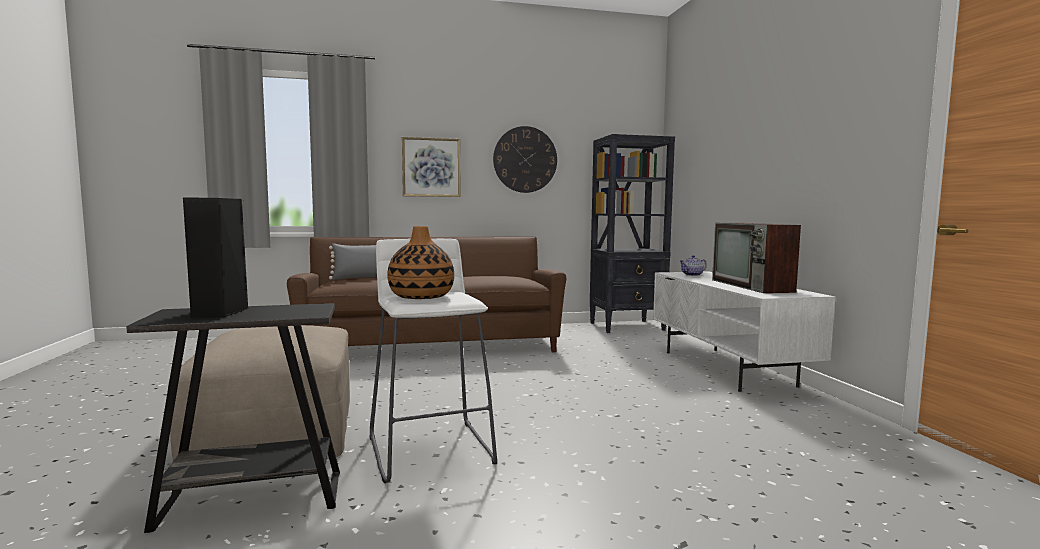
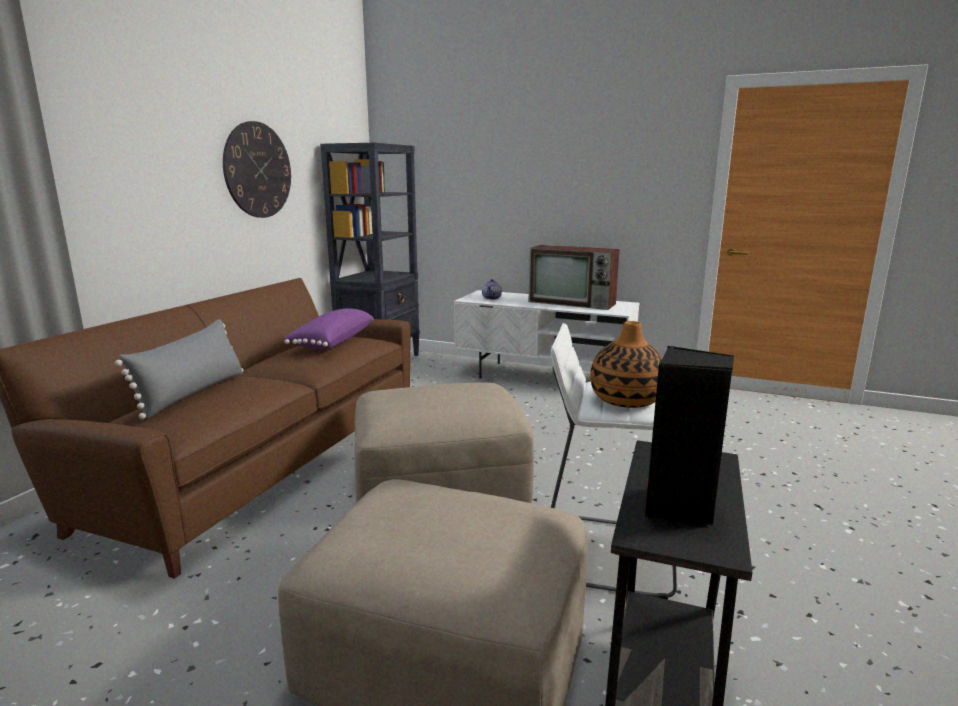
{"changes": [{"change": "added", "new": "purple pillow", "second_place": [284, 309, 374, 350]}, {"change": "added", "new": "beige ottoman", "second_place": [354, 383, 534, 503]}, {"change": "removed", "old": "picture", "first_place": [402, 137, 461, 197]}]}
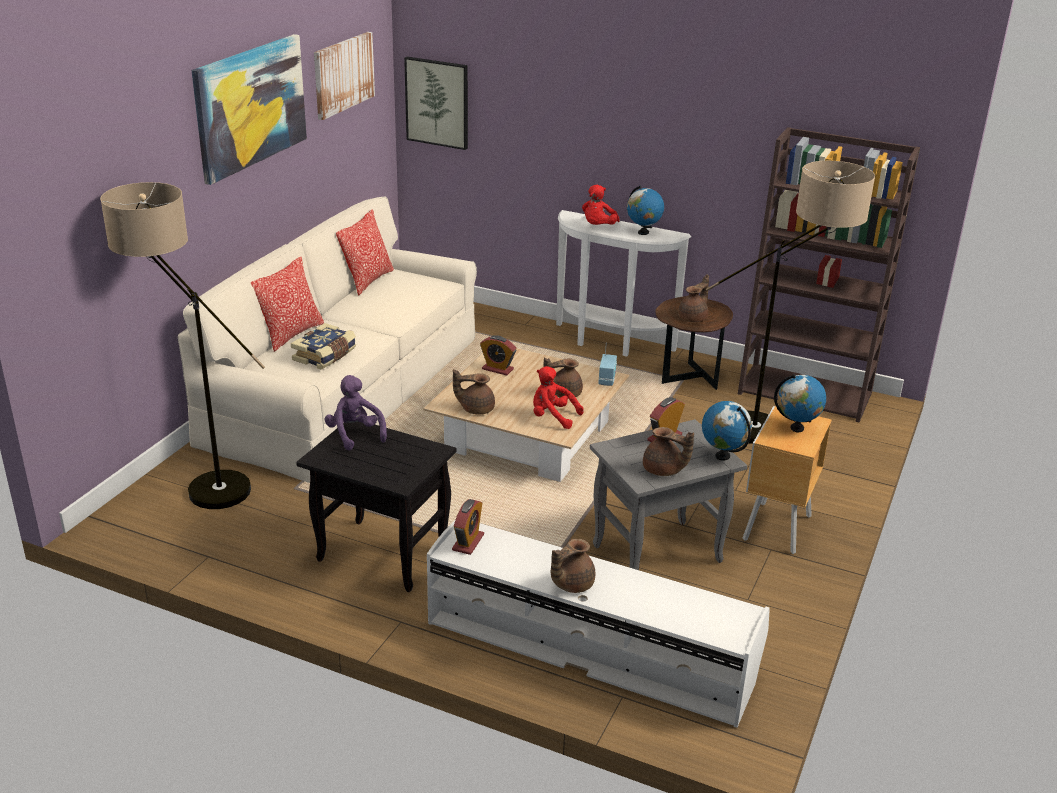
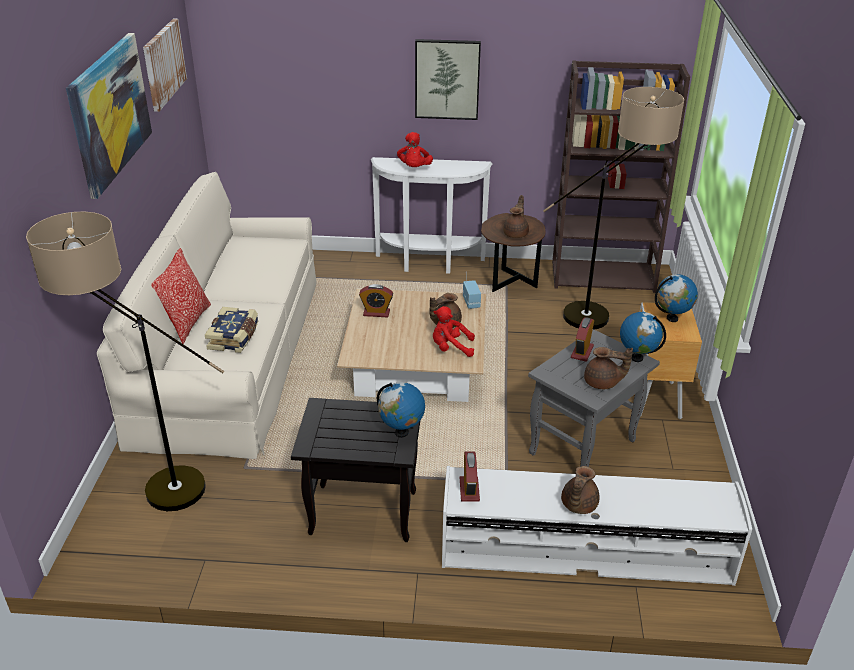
{"changes": [{"change": "moved", "old": "globe", "first_place": [627, 185, 664, 235], "second_place": [377, 382, 425, 438]}, {"change": "moved", "old": "picture", "first_place": [404, 57, 468, 150], "second_place": [415, 39, 481, 120]}, {"change": "removed", "old": "purple plush toy", "first_place": [324, 375, 387, 451]}, {"change": "removed", "old": "pillow", "first_place": [336, 209, 394, 296]}, {"change": "removed", "old": "brown teapot", "first_place": [453, 369, 495, 415]}]}
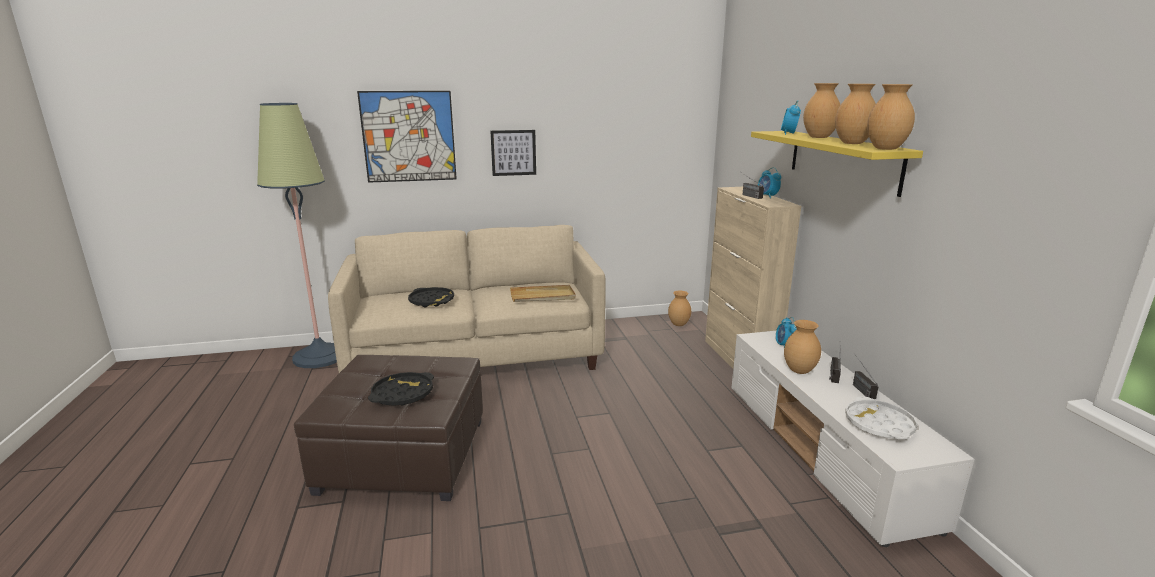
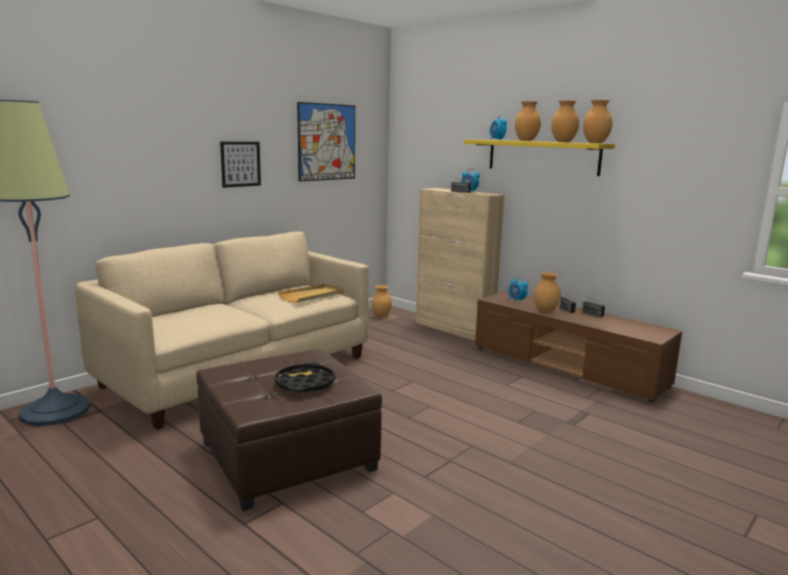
{"changes": [{"change": "moved", "old": "picture", "first_place": [357, 91, 457, 183], "second_place": [297, 102, 355, 181]}, {"change": "recoloured", "old": "white tv stand", "new": "brown tv stand", "first_place": [731, 331, 975, 547], "second_place": [475, 291, 682, 402]}, {"change": "removed", "old": "black tray", "first_place": [408, 287, 454, 307]}, {"change": "removed", "old": "white tray", "first_place": [845, 396, 918, 439]}]}
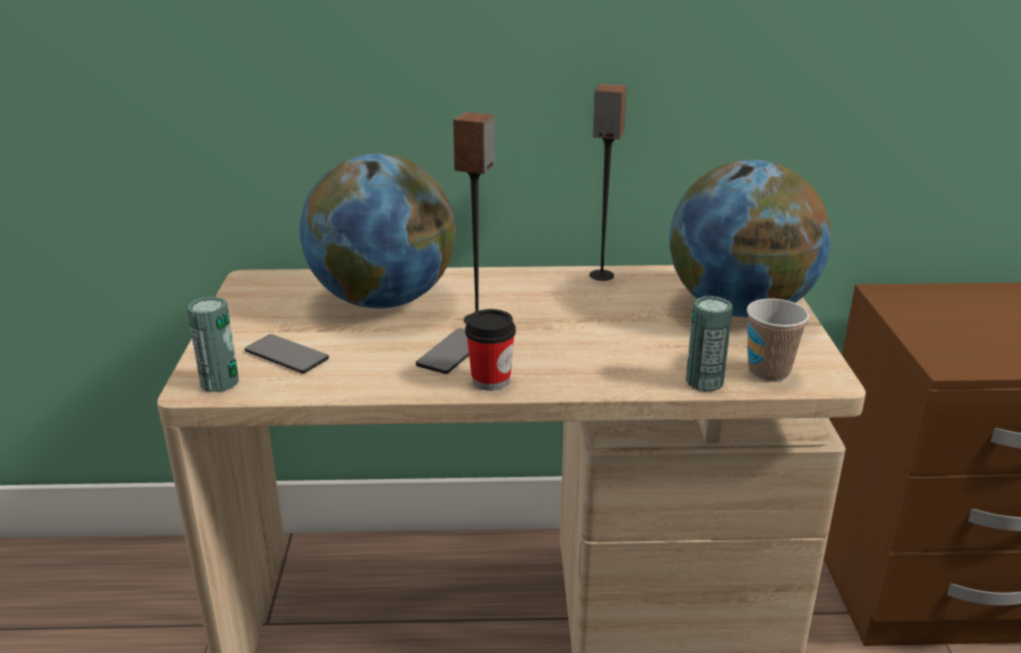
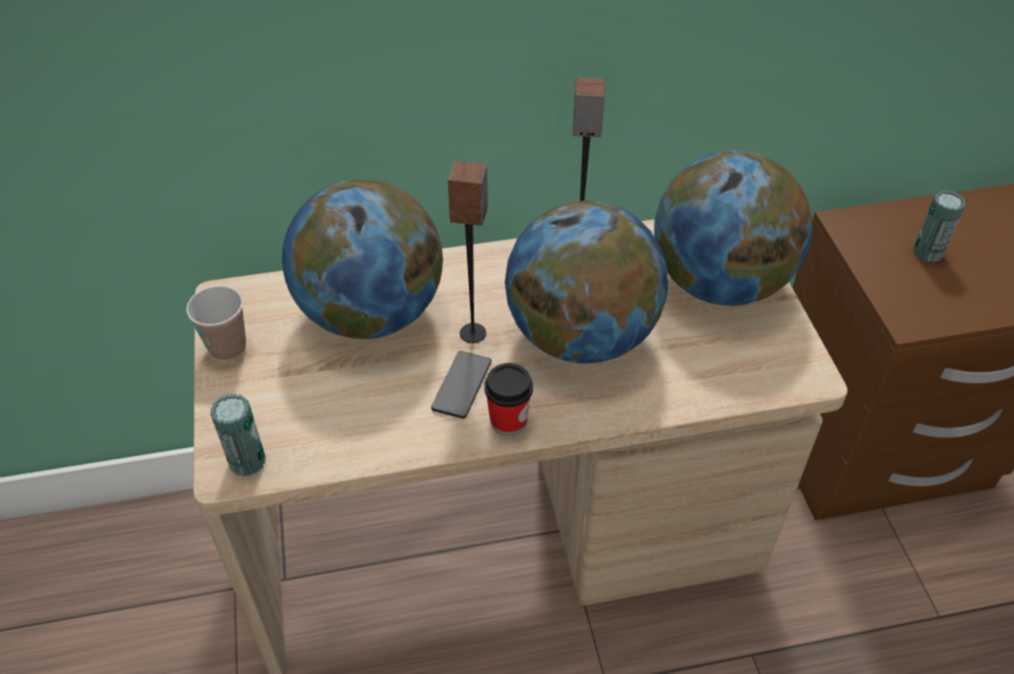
{"changes": [{"change": "moved", "old": "cup", "first_place": [747, 299, 809, 382], "second_place": [186, 286, 246, 361]}, {"change": "added", "new": "globe", "second_place": [505, 201, 668, 364]}, {"change": "moved", "old": "can", "first_place": [686, 296, 733, 392], "second_place": [913, 190, 966, 263]}, {"change": "removed", "old": "phone", "first_place": [245, 334, 329, 373]}]}
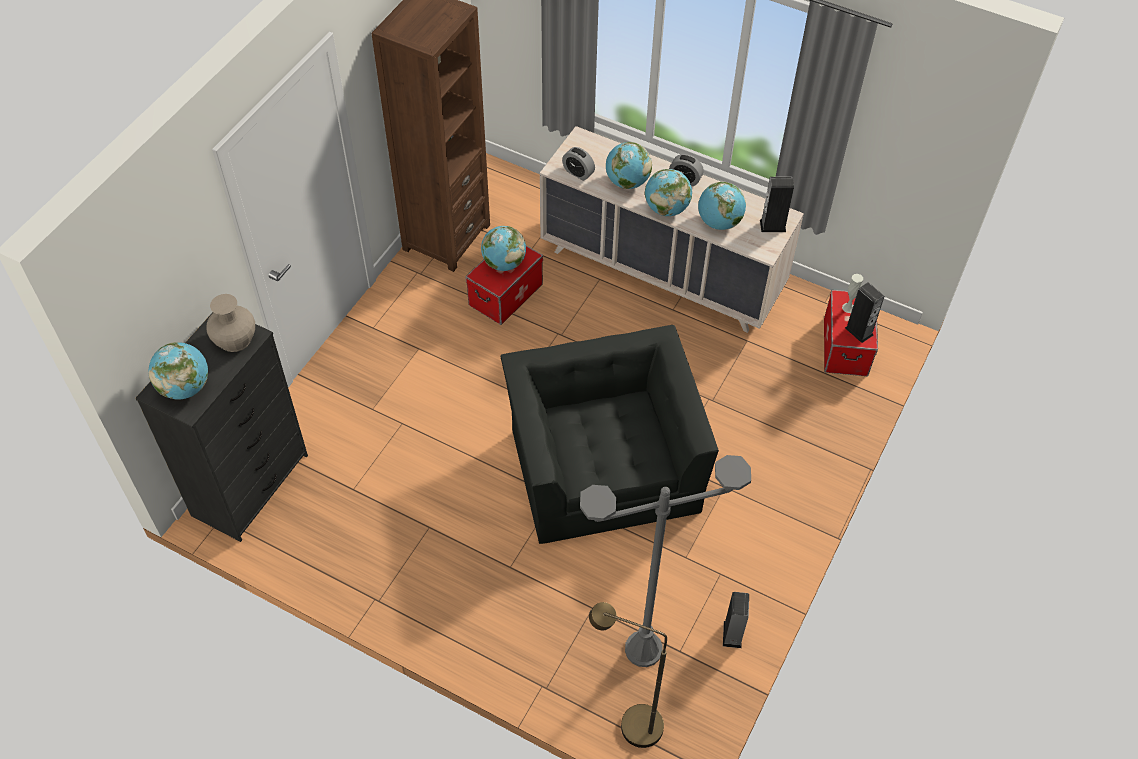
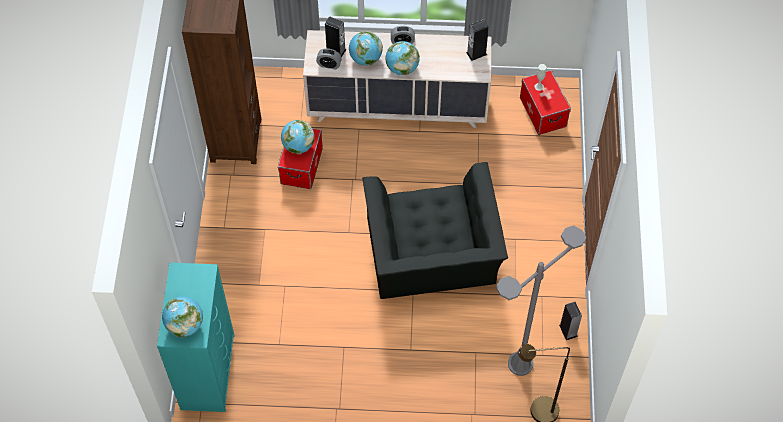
{"changes": [{"change": "recoloured", "old": "black dresser", "new": "turquoise dresser", "first_place": [135, 312, 308, 542], "second_place": [157, 263, 235, 412]}, {"change": "moved", "old": "speaker", "first_place": [845, 282, 885, 343], "second_place": [325, 16, 346, 57]}, {"change": "turned", "old": "black armchair", "first_place": [501, 325, 719, 544], "second_place": [362, 162, 508, 299], "degrees": -150}, {"change": "removed", "old": "beige vase", "first_place": [207, 294, 255, 352]}, {"change": "removed", "old": "globe", "first_place": [698, 182, 746, 230]}]}
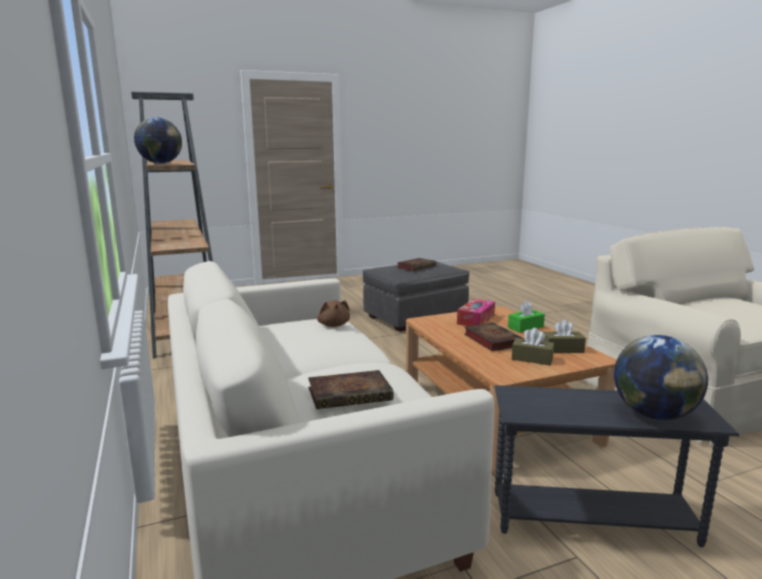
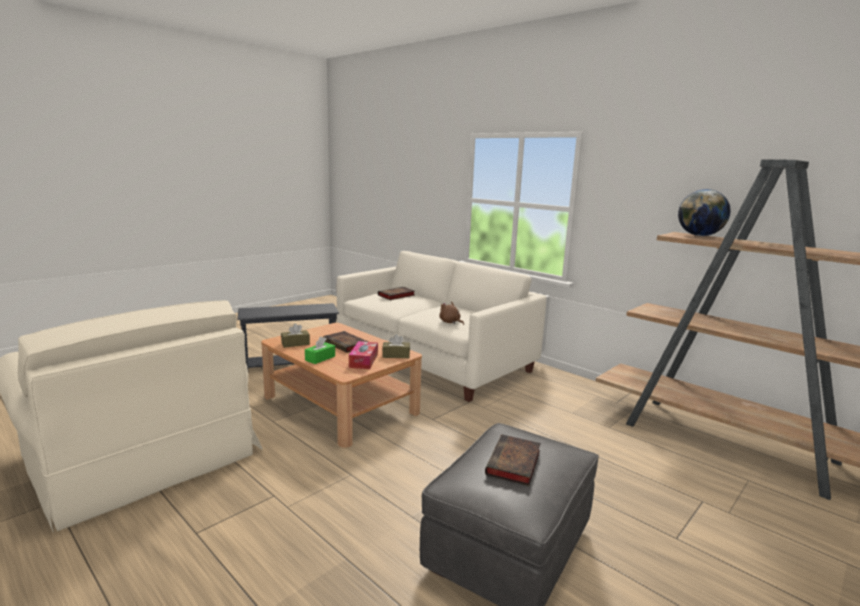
{"changes": [{"change": "moved", "old": "brown tissue box", "first_place": [512, 328, 554, 365], "second_place": [382, 334, 410, 358]}, {"change": "removed", "old": "globe", "first_place": [614, 335, 708, 420]}]}
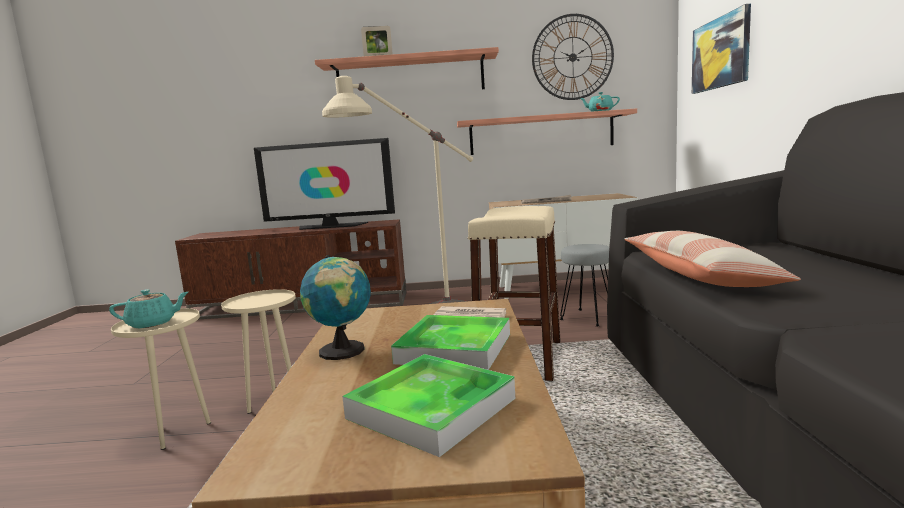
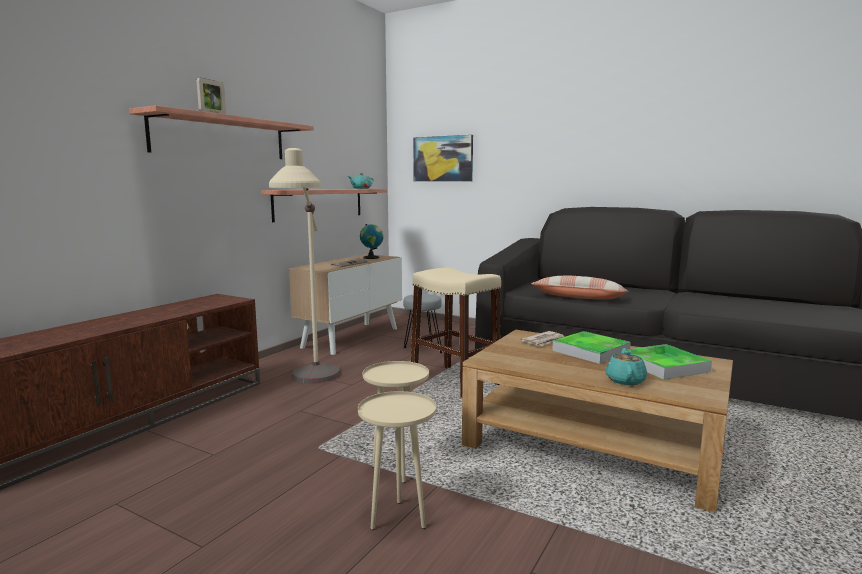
{"changes": [{"change": "moved", "old": "globe", "first_place": [300, 255, 371, 360], "second_place": [360, 224, 384, 259]}, {"change": "moved", "old": "turquoise teapot", "first_place": [109, 289, 188, 329], "second_place": [606, 348, 647, 385]}, {"change": "removed", "old": "television", "first_place": [254, 138, 395, 230]}, {"change": "removed", "old": "wall clock", "first_place": [532, 14, 614, 100]}]}
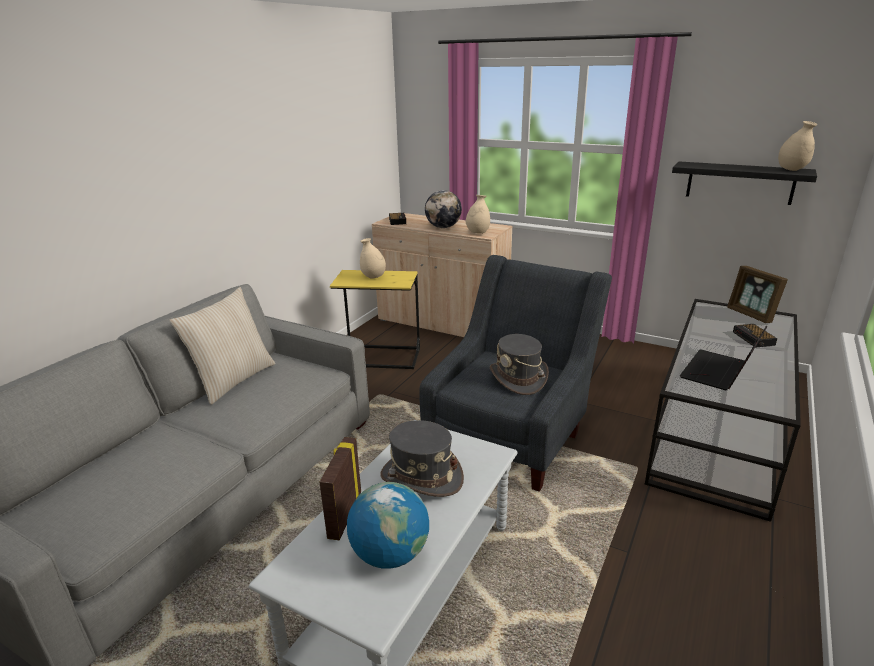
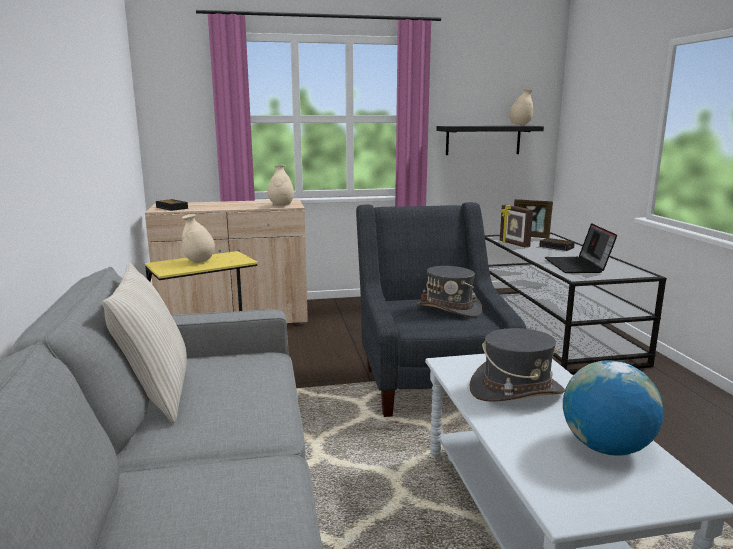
{"changes": [{"change": "moved", "old": "picture frame", "first_place": [319, 437, 361, 540], "second_place": [500, 205, 533, 248]}, {"change": "removed", "old": "globe", "first_place": [425, 190, 462, 228]}]}
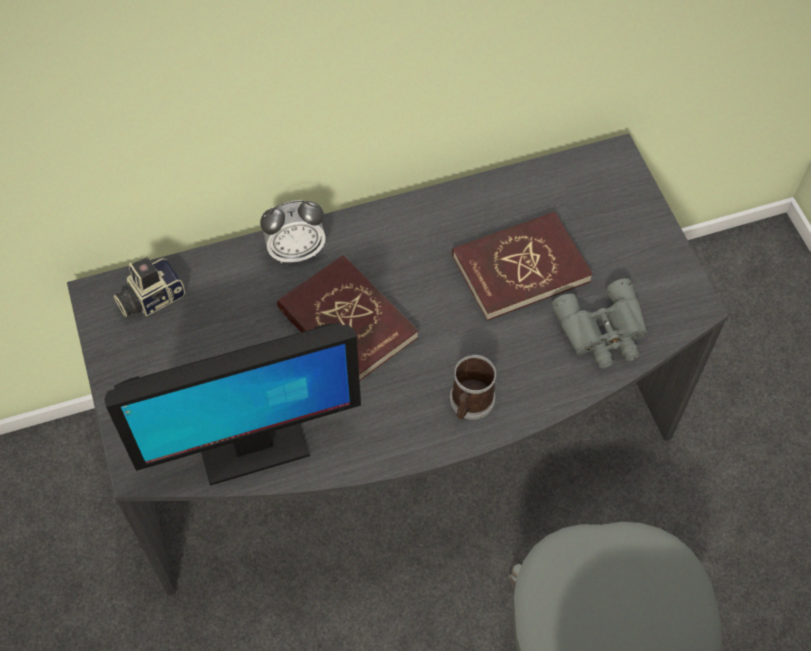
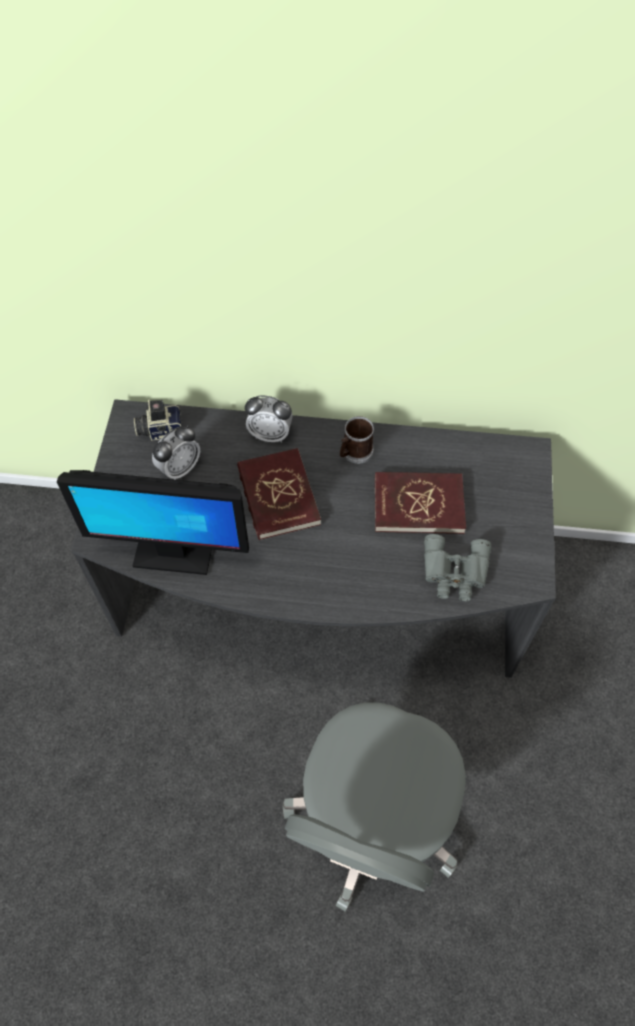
{"changes": [{"change": "added", "new": "alarm clock", "second_place": [152, 426, 200, 480]}, {"change": "moved", "old": "mug", "first_place": [450, 355, 496, 420], "second_place": [339, 416, 374, 464]}]}
